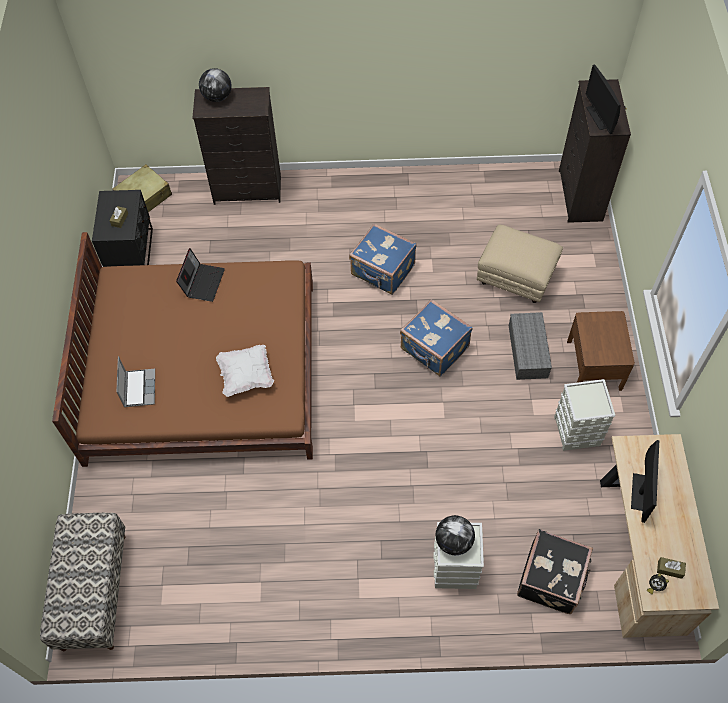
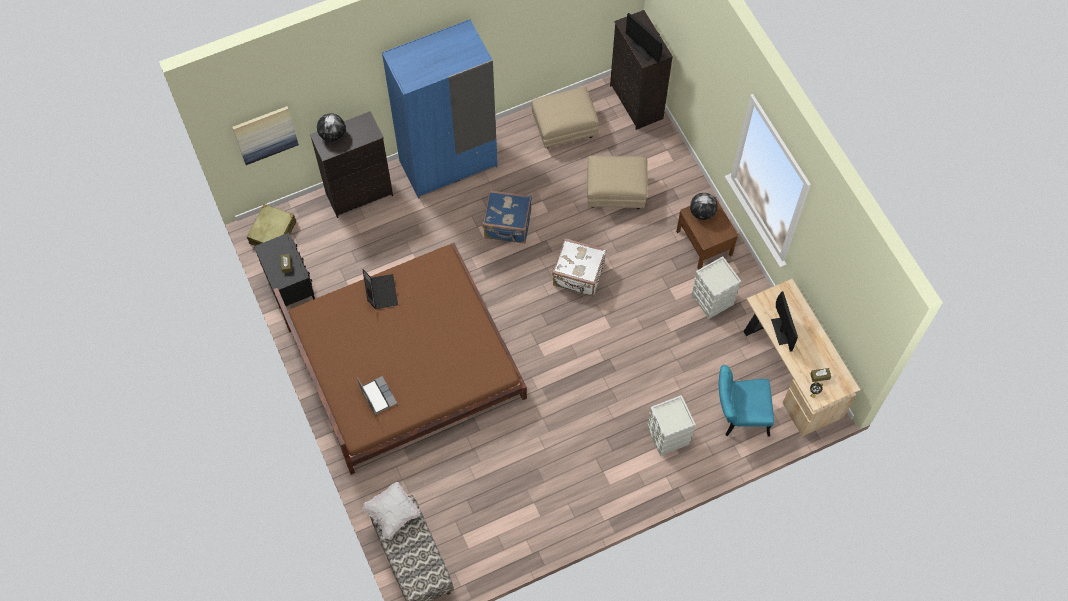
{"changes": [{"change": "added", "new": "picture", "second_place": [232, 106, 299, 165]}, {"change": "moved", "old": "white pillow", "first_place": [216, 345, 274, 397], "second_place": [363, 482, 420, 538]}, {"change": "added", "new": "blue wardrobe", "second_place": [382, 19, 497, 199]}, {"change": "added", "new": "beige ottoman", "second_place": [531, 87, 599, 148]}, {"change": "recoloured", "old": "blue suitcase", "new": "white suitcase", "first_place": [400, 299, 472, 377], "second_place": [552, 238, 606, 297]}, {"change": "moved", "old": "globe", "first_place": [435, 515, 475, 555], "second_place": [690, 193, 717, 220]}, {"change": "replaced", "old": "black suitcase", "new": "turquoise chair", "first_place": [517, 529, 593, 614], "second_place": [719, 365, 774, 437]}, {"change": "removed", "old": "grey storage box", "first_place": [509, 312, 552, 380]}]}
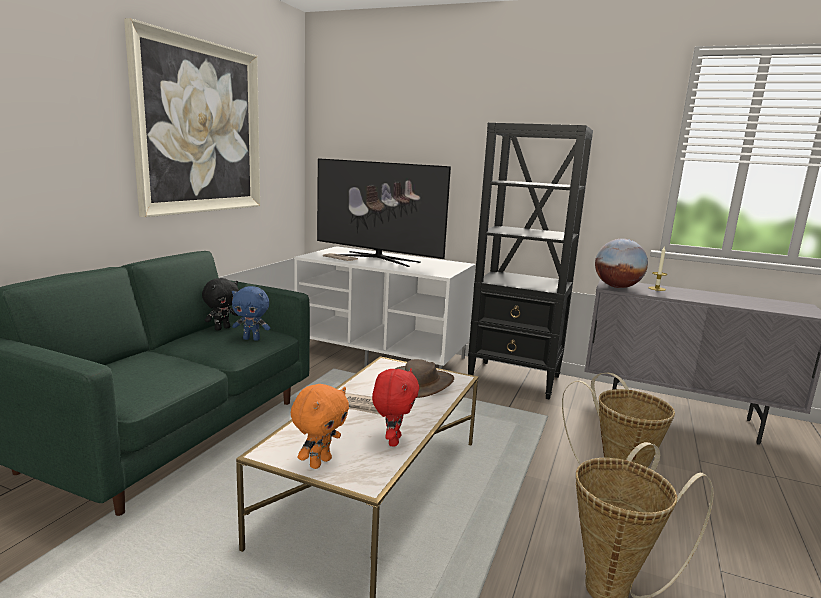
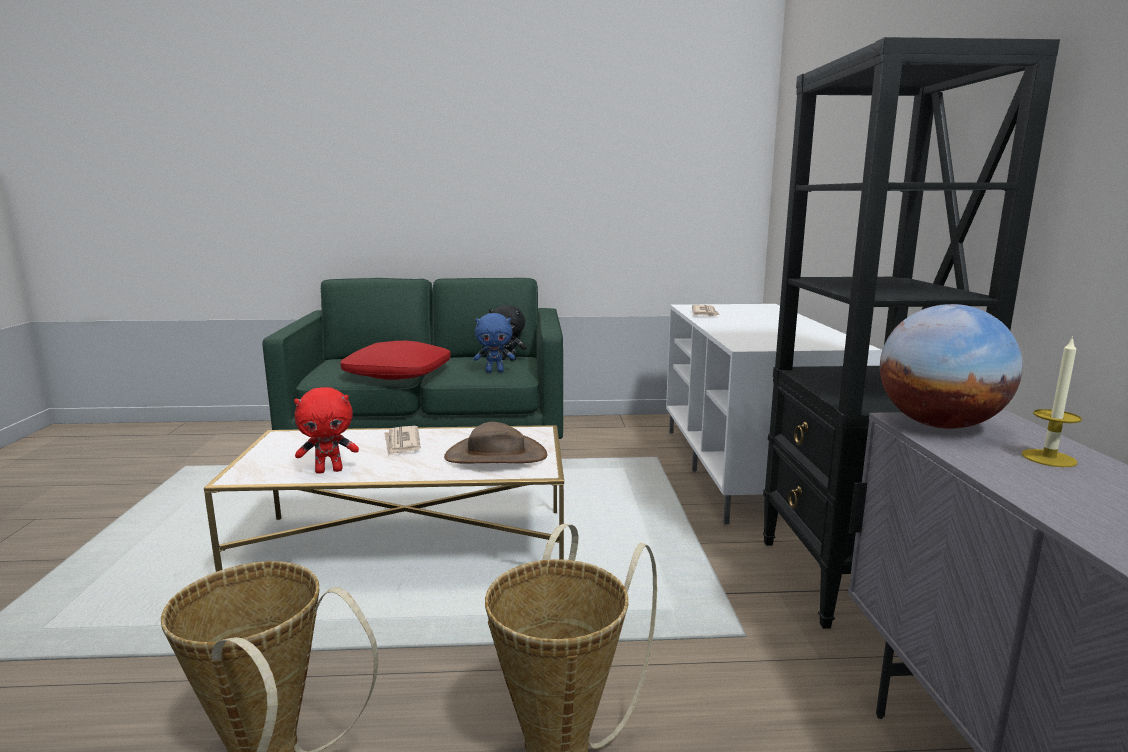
{"changes": [{"change": "added", "new": "red pillow", "second_place": [340, 341, 451, 380]}, {"change": "turned", "old": "blue plush toy", "first_place": [232, 286, 270, 341], "second_place": [473, 313, 515, 373], "degrees": -75}, {"change": "removed", "old": "picture", "first_place": [124, 18, 260, 217]}, {"change": "removed", "old": "orange plush toy", "first_place": [291, 384, 349, 469]}, {"change": "removed", "old": "television", "first_place": [317, 158, 451, 267]}]}
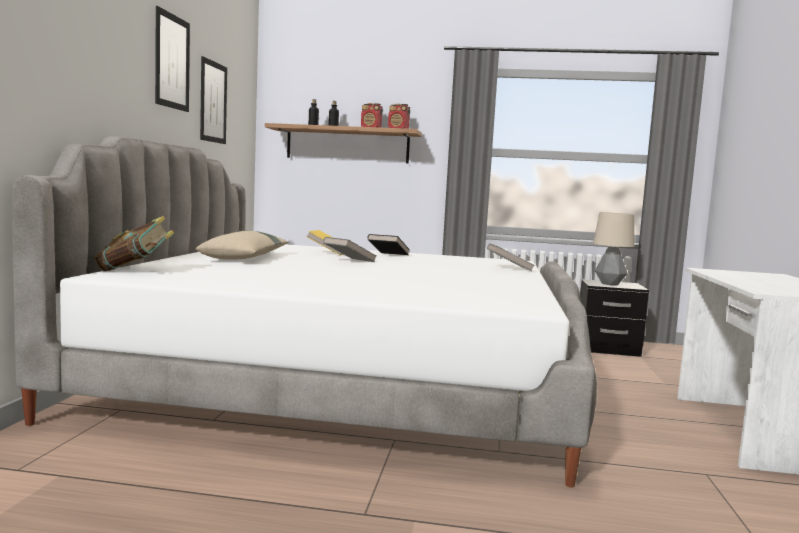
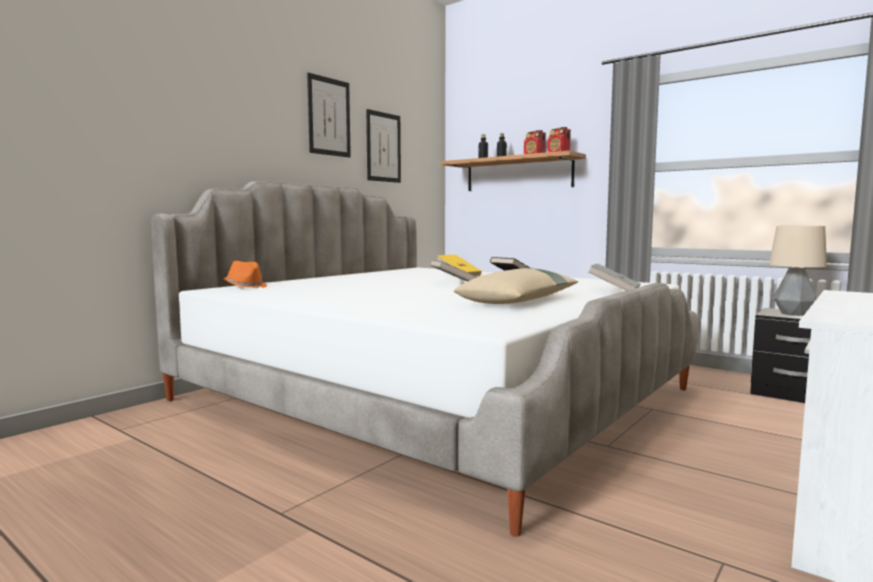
{"changes": [{"change": "replaced", "old": "book", "new": "orange hat", "first_place": [95, 216, 174, 271], "second_place": [224, 261, 267, 288]}, {"change": "moved", "old": "beige pillow", "first_place": [196, 231, 288, 259], "second_place": [454, 268, 578, 304]}]}
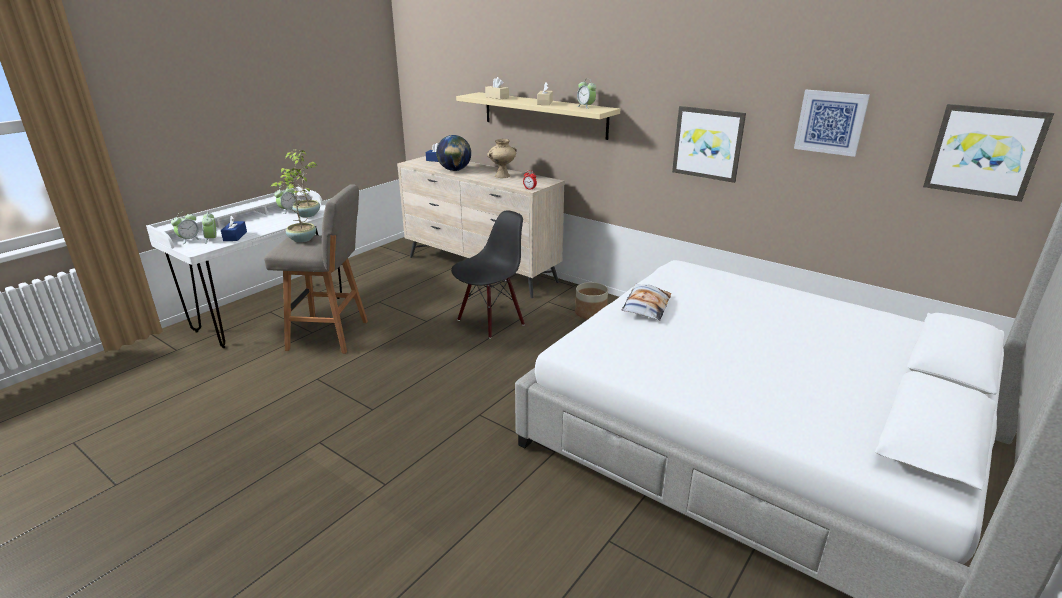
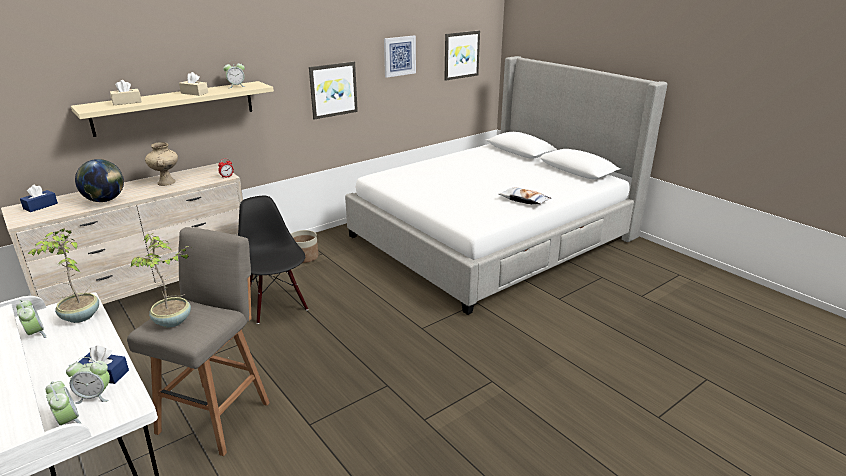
{"changes": [{"change": "moved", "old": "pillow", "first_place": [622, 283, 671, 320], "second_place": [498, 187, 551, 204]}]}
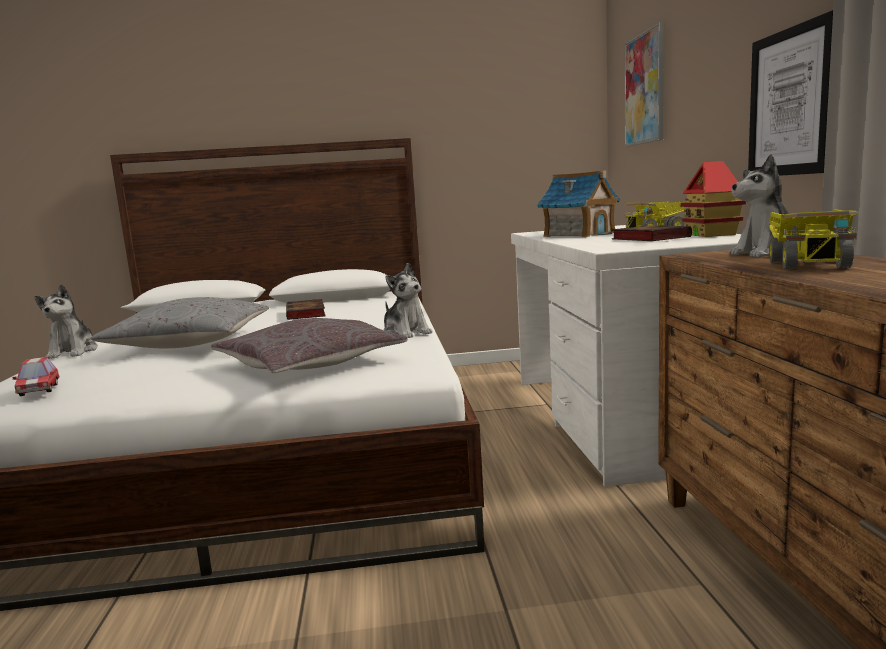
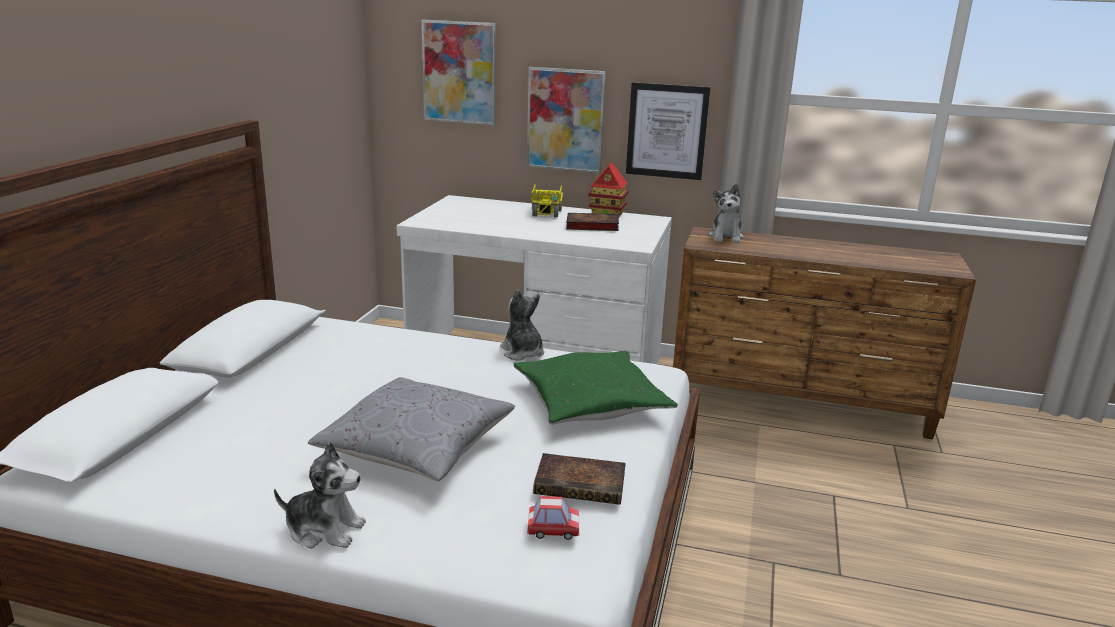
{"changes": [{"change": "turned", "old": "plush toy", "first_place": [384, 263, 433, 338], "second_place": [500, 289, 544, 361], "degrees": -105}, {"change": "recoloured", "old": "grey pillow", "new": "green pillow", "first_place": [211, 318, 408, 373], "second_place": [514, 351, 678, 425]}, {"change": "added", "new": "picture", "second_place": [527, 67, 606, 173]}, {"change": "moved", "old": "book", "first_place": [286, 299, 325, 320], "second_place": [533, 453, 626, 505]}, {"change": "removed", "old": "toy house", "first_place": [537, 171, 620, 237]}, {"change": "removed", "old": "toy truck", "first_place": [769, 209, 859, 269]}]}
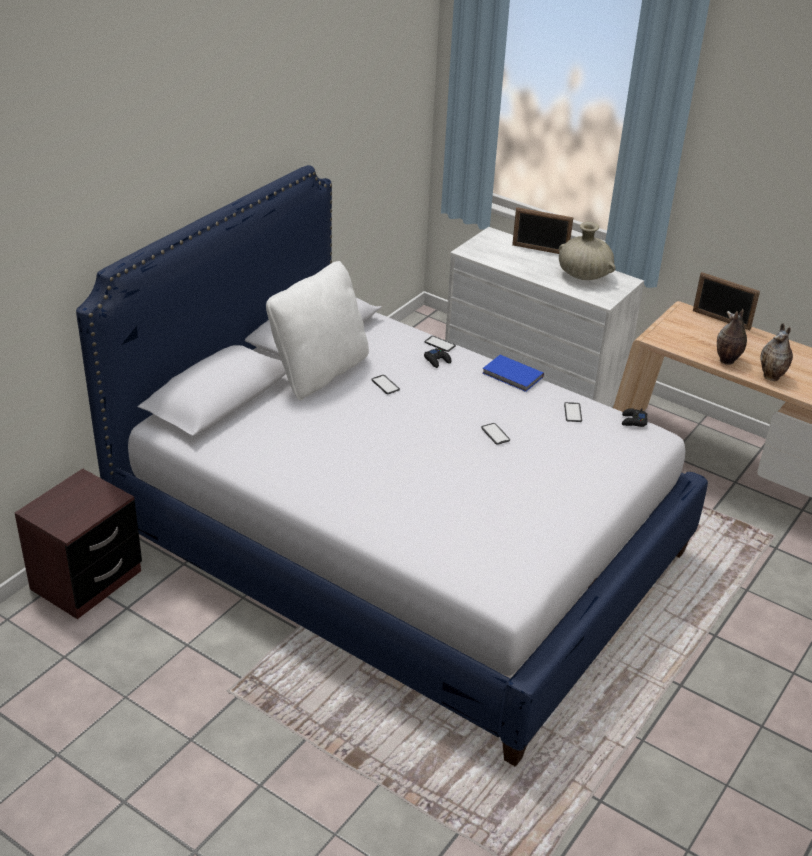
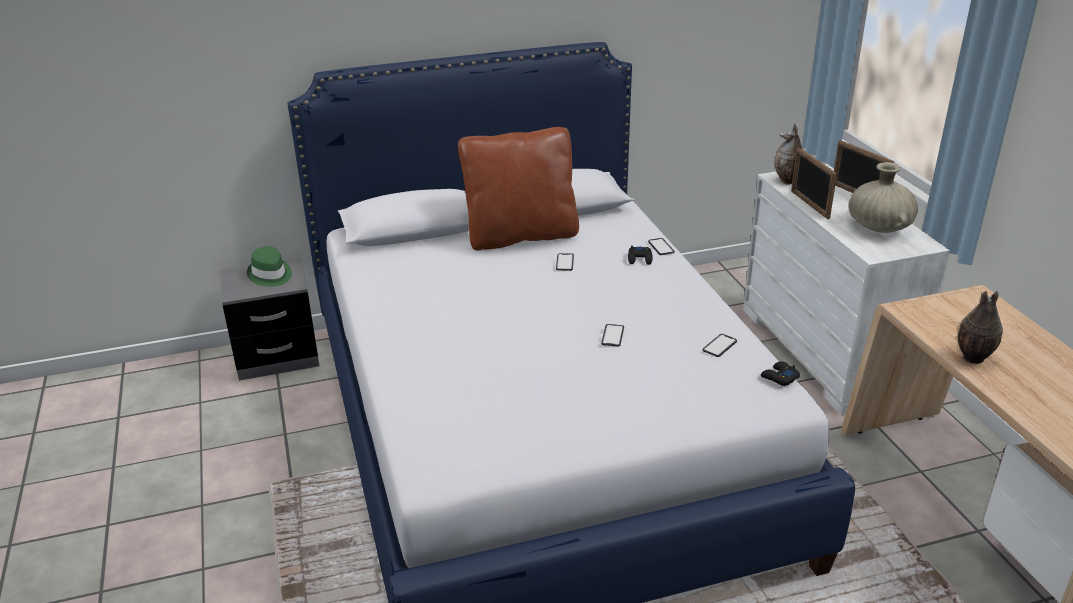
{"changes": [{"change": "recoloured", "old": "brown nightstand", "new": "grey nightstand", "first_place": [15, 468, 142, 619], "second_place": [220, 258, 319, 381]}, {"change": "added", "new": "green hat", "second_place": [247, 246, 292, 287]}, {"change": "recoloured", "old": "white pillow", "new": "brown pillow", "first_place": [266, 261, 369, 400], "second_place": [458, 127, 579, 251]}, {"change": "moved", "old": "vase", "first_place": [760, 323, 793, 381], "second_place": [775, 124, 803, 185]}, {"change": "moved", "old": "picture frame", "first_place": [693, 272, 760, 330], "second_place": [791, 148, 837, 219]}, {"change": "removed", "old": "blue book", "first_place": [483, 355, 544, 392]}]}
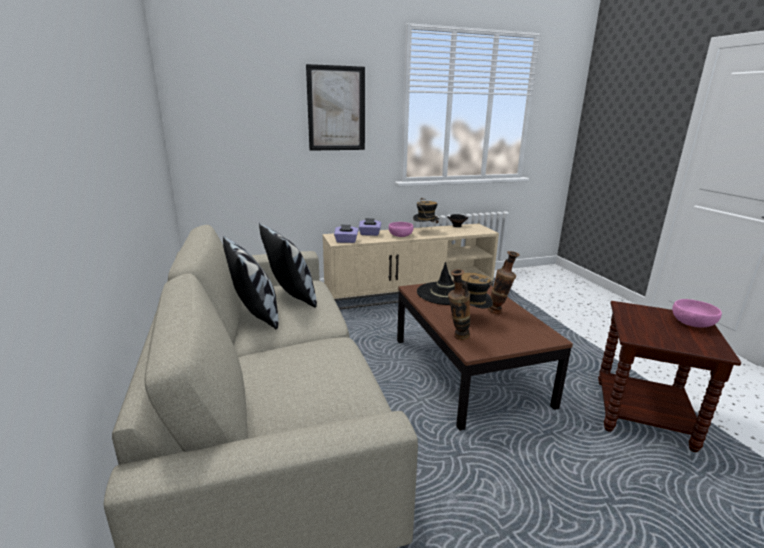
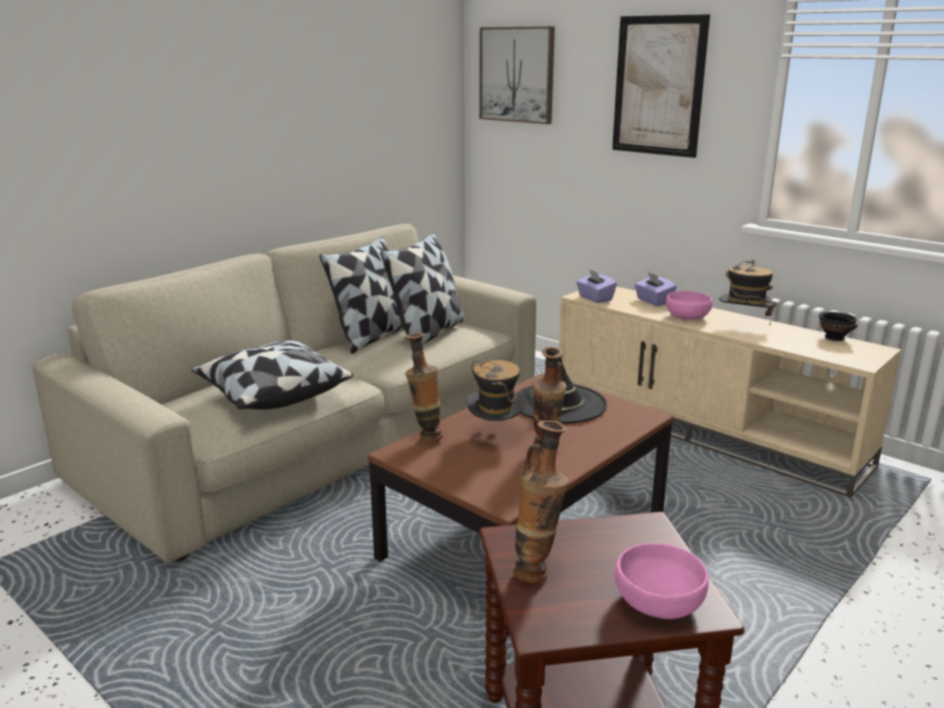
{"changes": [{"change": "added", "new": "pillow", "second_place": [191, 341, 353, 409]}, {"change": "added", "new": "picture", "second_place": [479, 26, 555, 124]}, {"change": "added", "new": "vase", "second_place": [513, 421, 569, 583]}]}
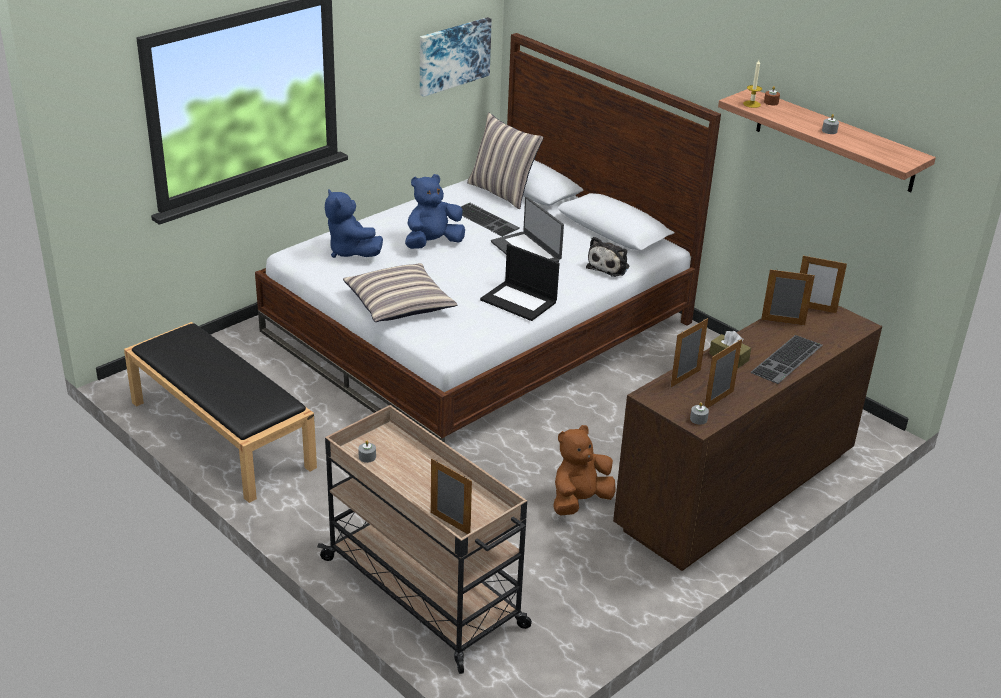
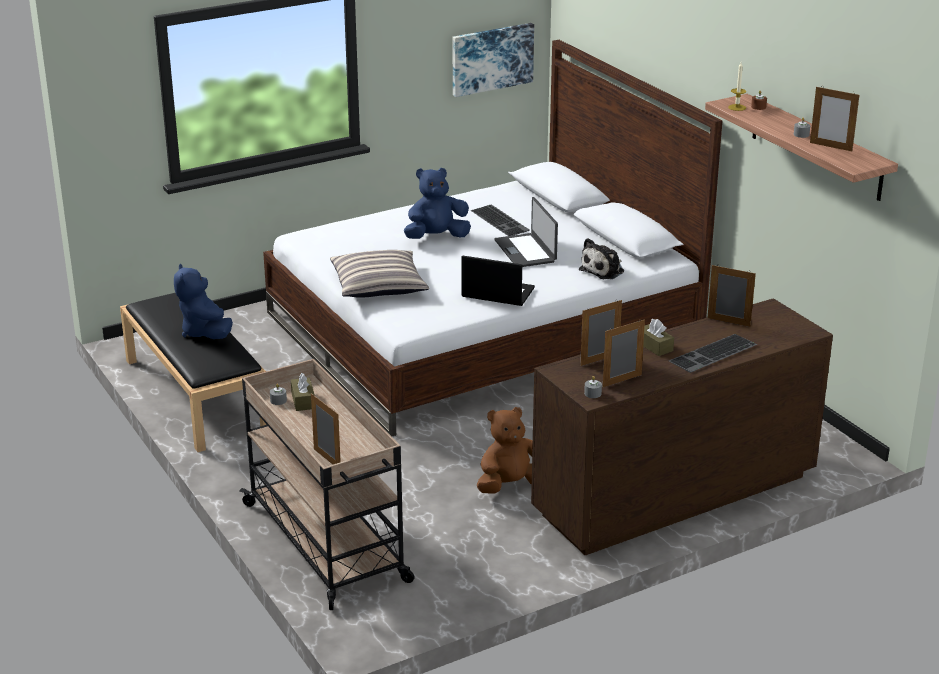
{"changes": [{"change": "moved", "old": "blue plush toy", "first_place": [325, 189, 383, 258], "second_place": [174, 264, 233, 339]}, {"change": "added", "new": "brown tissue box", "second_place": [291, 373, 315, 411]}, {"change": "turned", "old": "laptop", "first_place": [480, 244, 560, 321], "second_place": [461, 255, 535, 306], "degrees": 150}, {"change": "moved", "old": "picture frame", "first_place": [800, 255, 847, 313], "second_place": [810, 87, 859, 151]}, {"change": "removed", "old": "pillow", "first_place": [467, 113, 544, 209]}]}
